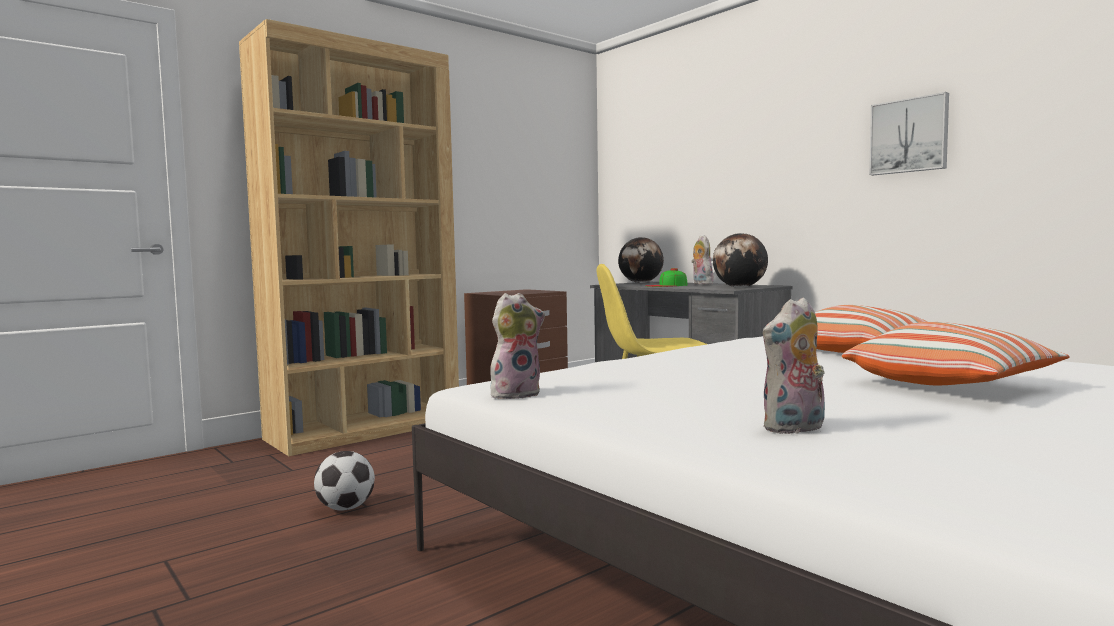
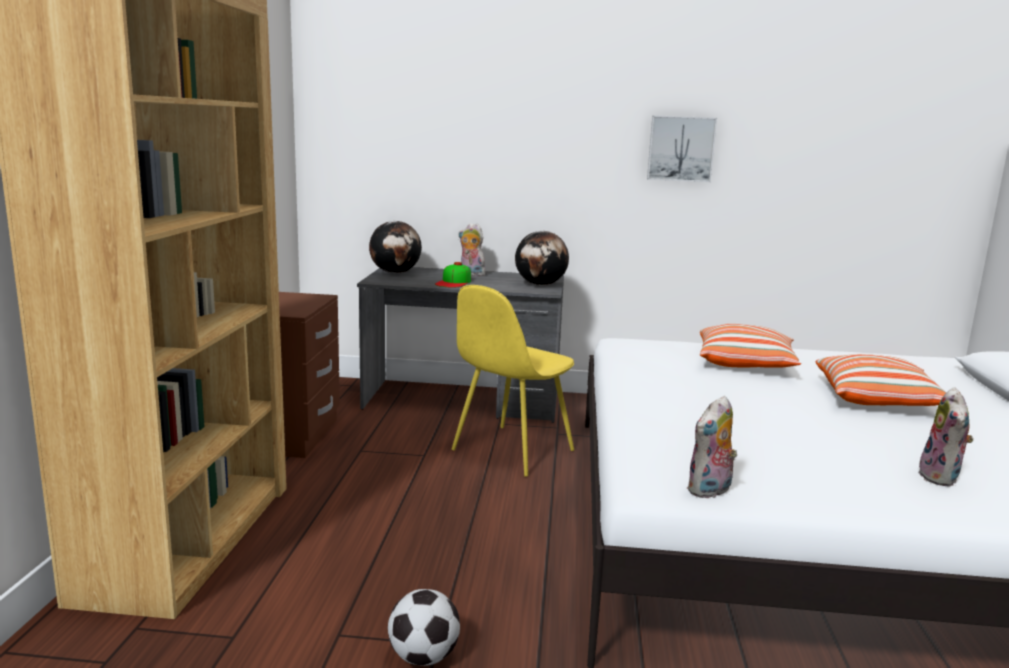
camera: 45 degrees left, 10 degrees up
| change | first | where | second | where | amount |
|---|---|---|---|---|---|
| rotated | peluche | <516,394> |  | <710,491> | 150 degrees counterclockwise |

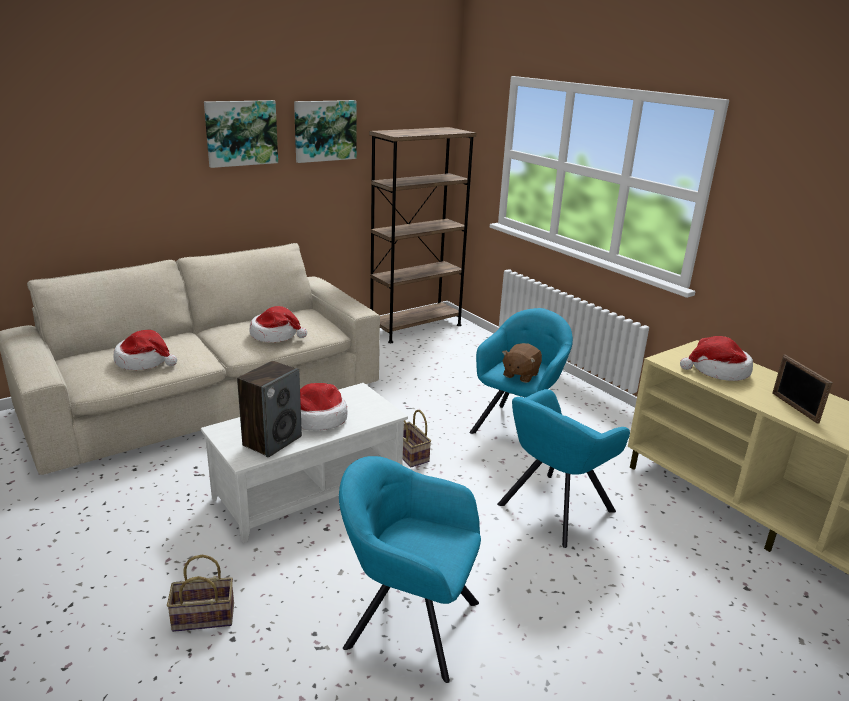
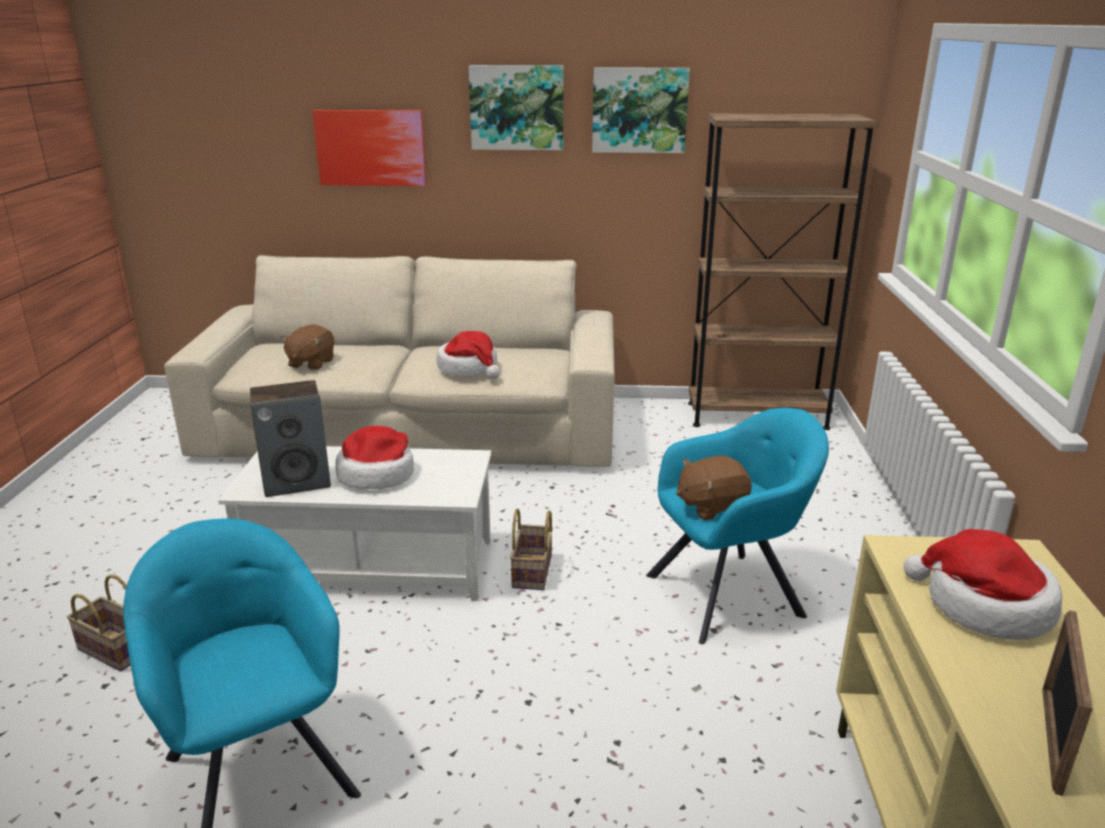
camera: 40 degrees right, 0 degrees up
| change | first | where | second | where | amount |
|---|---|---|---|---|---|
| swapped | sombrero | <144,361> | peluche [marrón] | <311,363> |  |
| gone | sillón [turquesa] | <553,510> |  |  |  |
| new |  |  | cuadro | <371,148> |  |

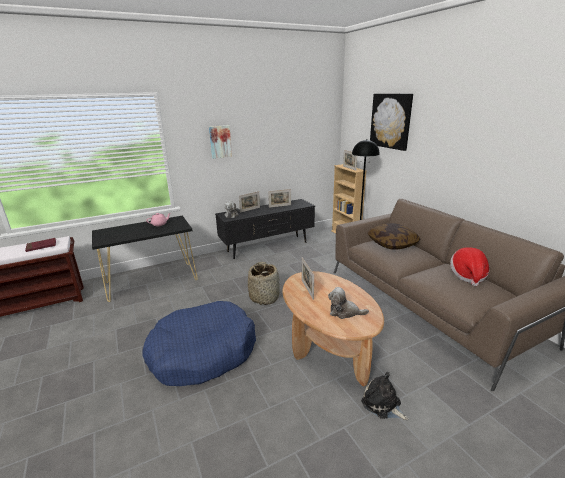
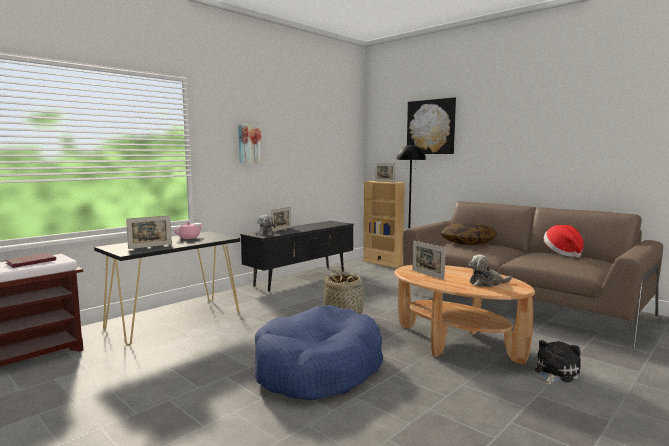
camera: 20 degrees left, 15 degrees down
| change | first | where | second | where | amount |
|---|---|---|---|---|---|
| shifted | portarretratos | <280,206> |  | <150,246> |  |
| rotated | peluche | <383,404> |  | <555,373> | 105 degrees clockwise |

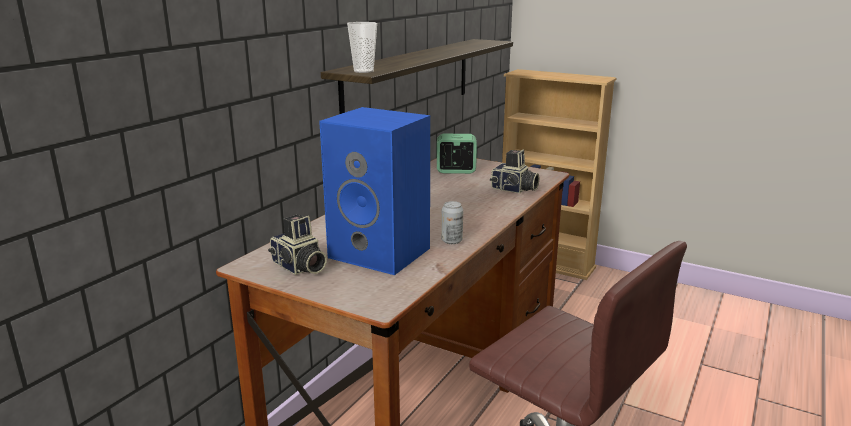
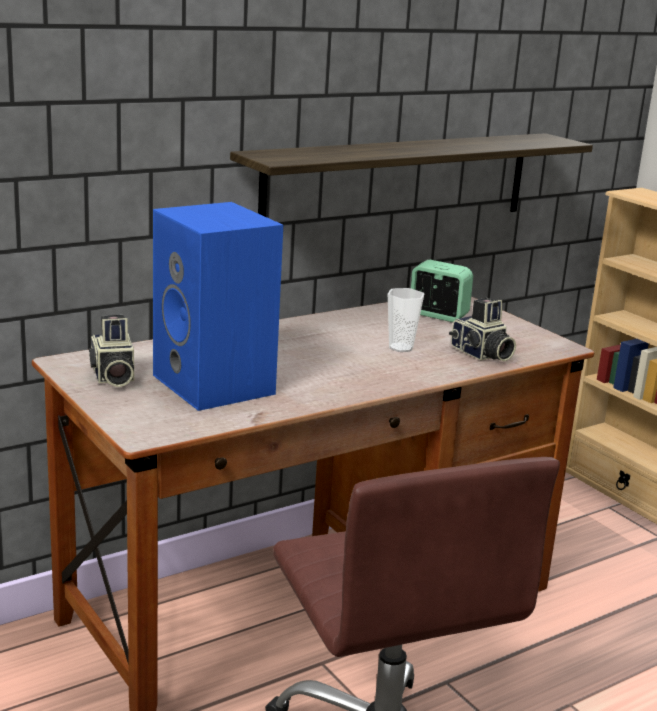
camera: 25 degrees right, 0 degrees up
| change | first | where | second | where | amount |
|---|---|---|---|---|---|
| shifted | taza | <363,71> |  | <401,348> |  |
| gone | lata | <451,241> |  |  |  |

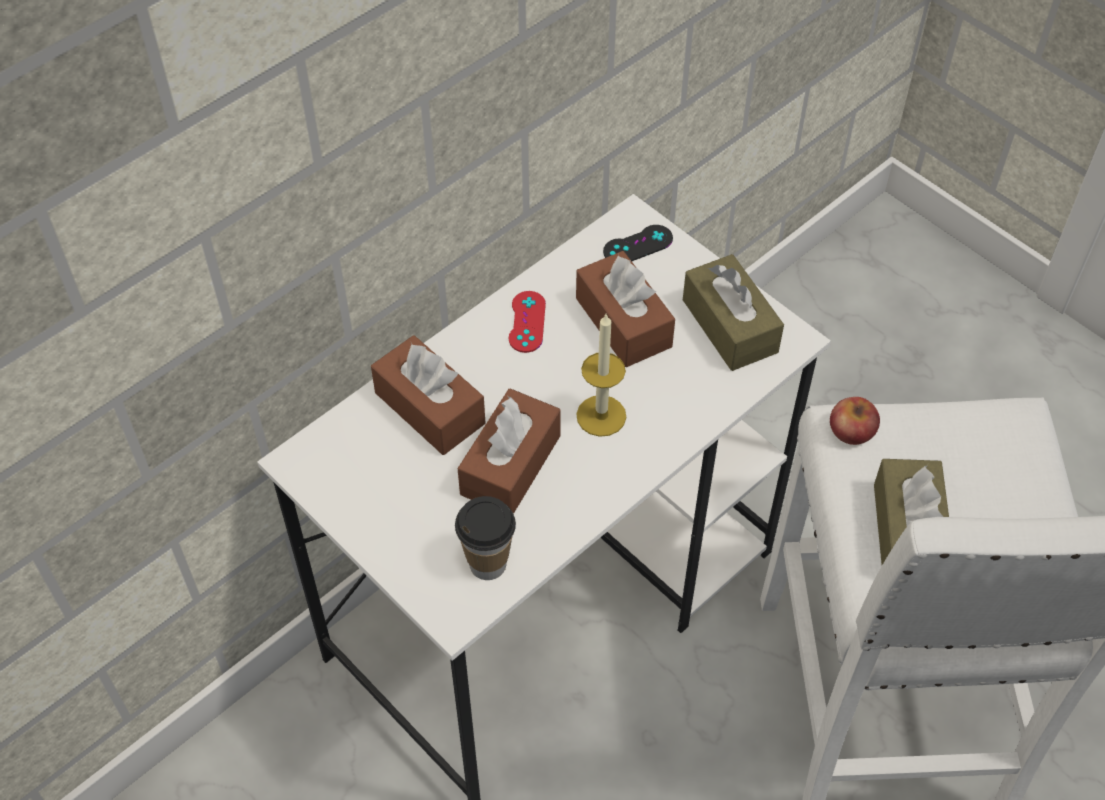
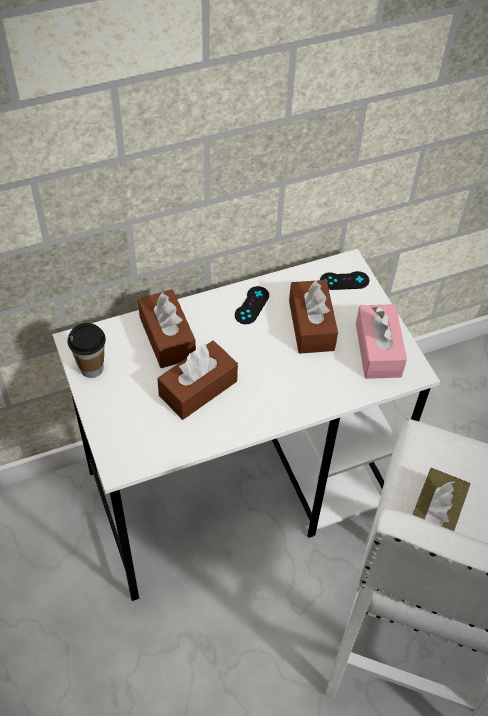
camera: 20 degrees right, 0 degrees up
| change | first | where | second | where | amount |
|---|---|---|---|---|---|
| shifted | taza | <488,563> |  | <92,368> |  |
| repainted | mando de consola [rojo] | <527,322> | mando de consola [negro] | <252,305> |  |
| gone | vela | <601,416> |  |  |  |
| repainted | caja de pañuelos [marrón] | <729,326> | caja de pañuelos [rosa] | <378,350> |  |
| gone | manzana | <851,430> |  |  |  |

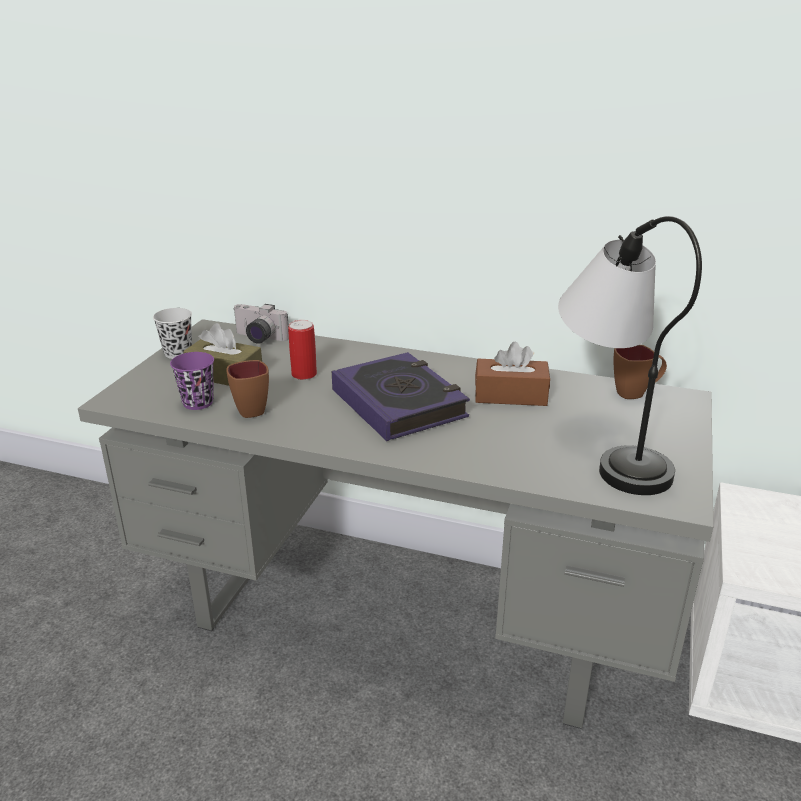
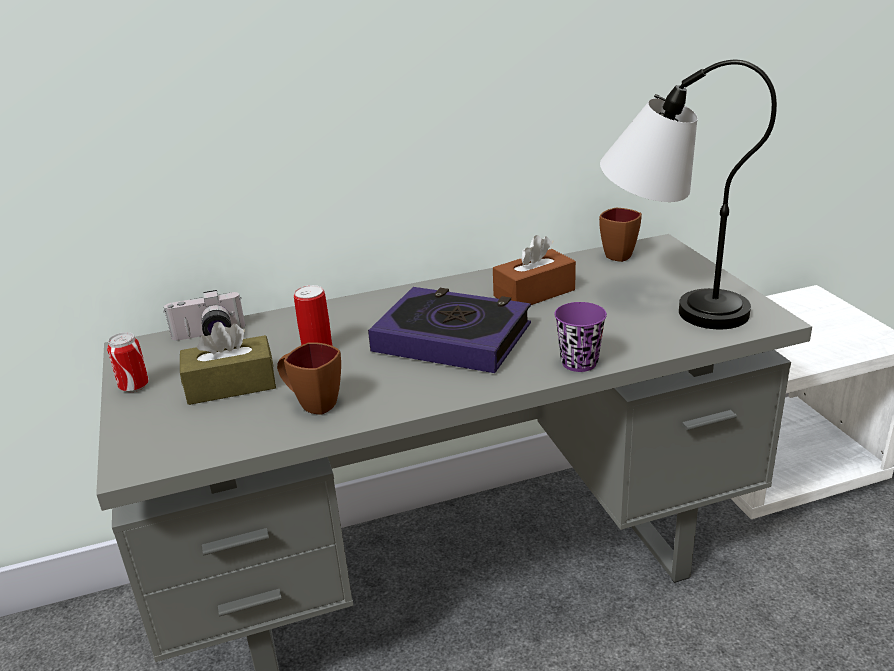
camera: 35 degrees left, 0 degrees up
| change | first | where | second | where | amount |
|---|---|---|---|---|---|
| swapped | taza [negro] | <178,353> | lata | <134,386> |  |
| shifted | taza [morado] | <198,403> |  | <579,363> |  |

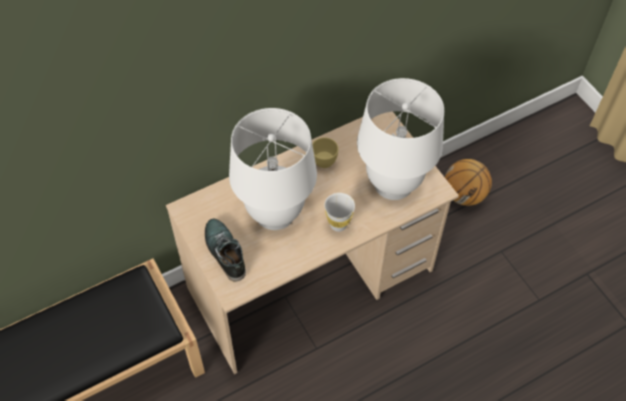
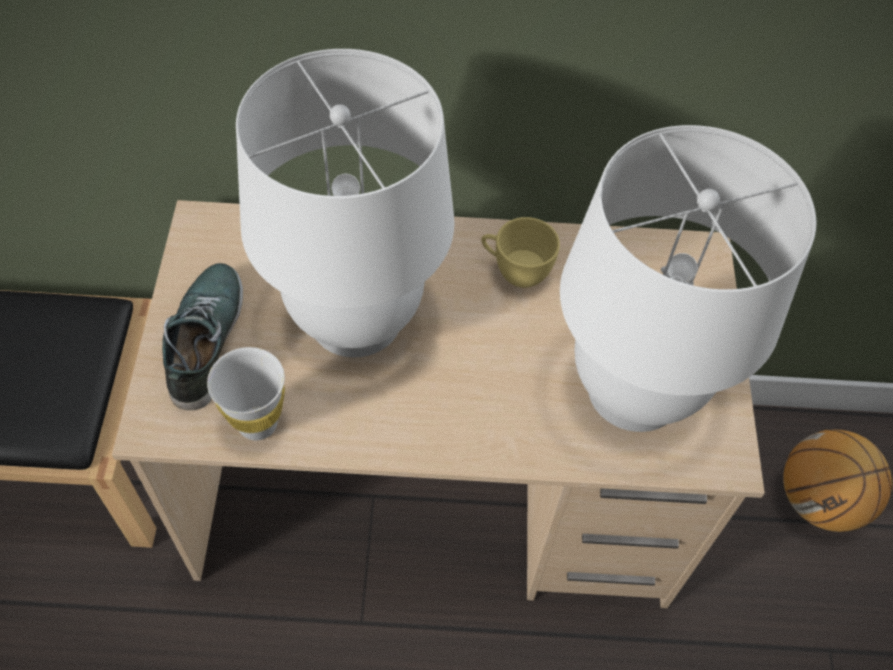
camera: 30 degrees right, 0 degrees up
| change | first | where | second | where | amount |
|---|---|---|---|---|---|
| shifted | taza [blanco] | <338,225> |  | <257,423> |  |

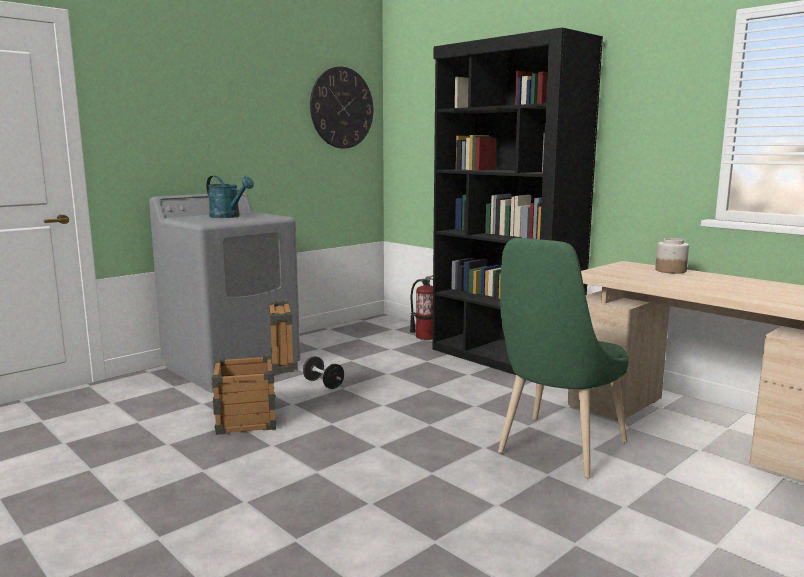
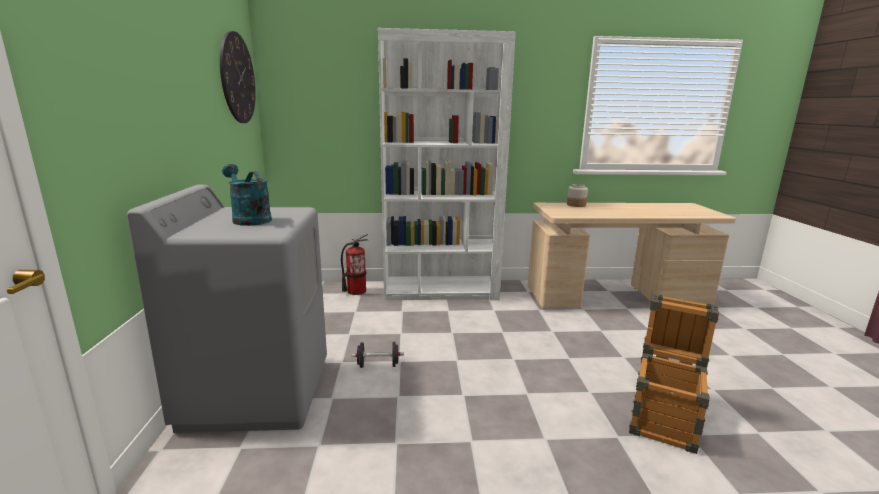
camera: 50 degrees left, 5 degrees up
| change | first | where | second | where | amount |
|---|---|---|---|---|---|
| rotated | regadera [turquesa] | <229,217> |  | <249,219> | 120 degrees counterclockwise |
| shifted | caja de embalaje | <257,419> |  | <664,419> |  |
| repainted | estantería [negro] | <503,359> | estantería [blanco] | <441,290> |  |
| gone | silla [verde] | <557,450> |  |  |  |

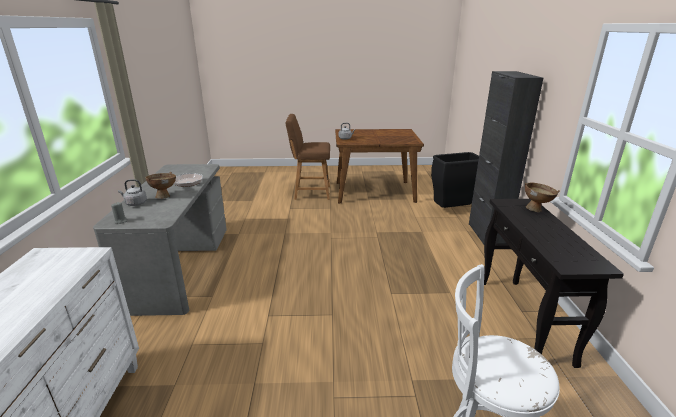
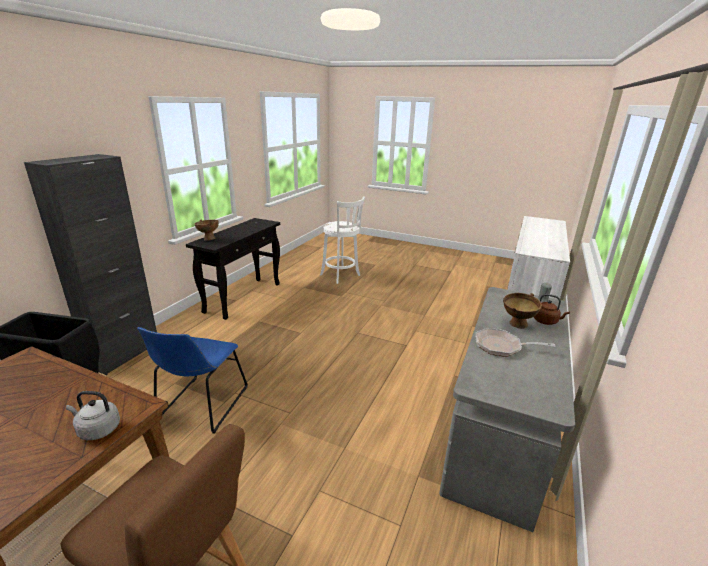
camera: 155 degrees left, 0 degrees up
| change | first | where | second | where | amount |
|---|---|---|---|---|---|
| repainted | hervidor [gris] | <135,203> | hervidor [marrón] | <546,321> |  |
| new |  |  | silla [azul] | <201,406> |  |

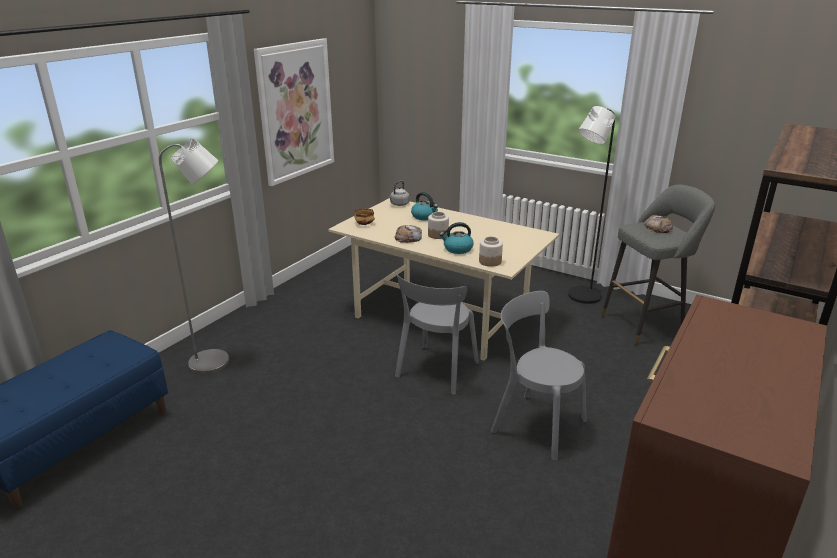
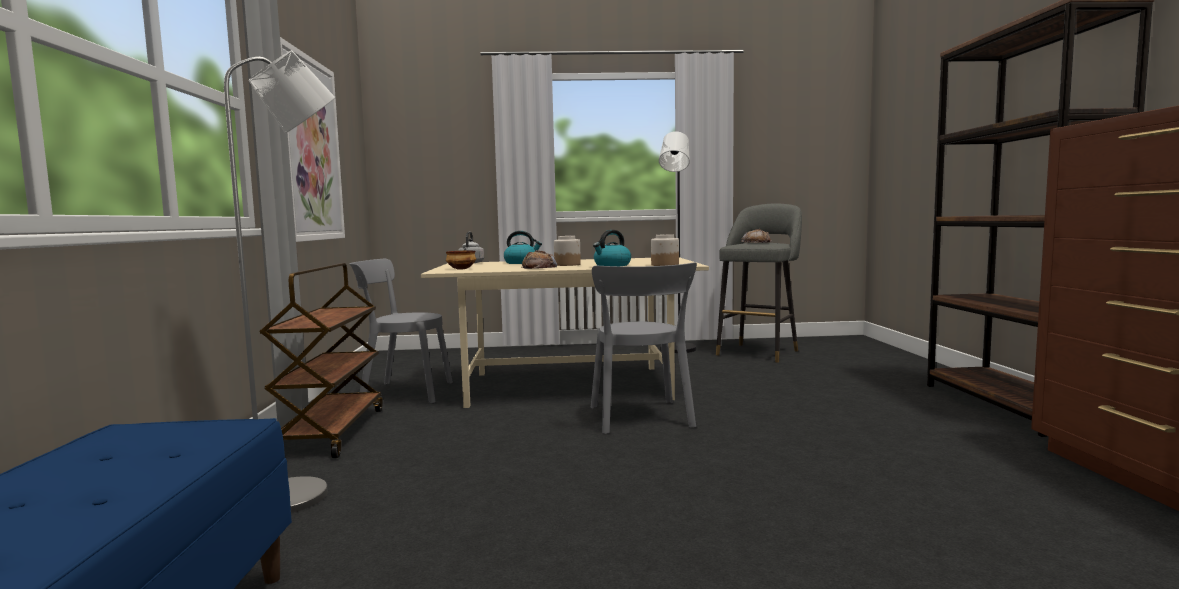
camera: 35 degrees left, 20 degrees down
| change | first | where | second | where | amount |
|---|---|---|---|---|---|
| shifted | silla [gris] | <534,423> |  | <402,393> |  |
| new |  |  | carrito [marrón] | <331,432> |  |

